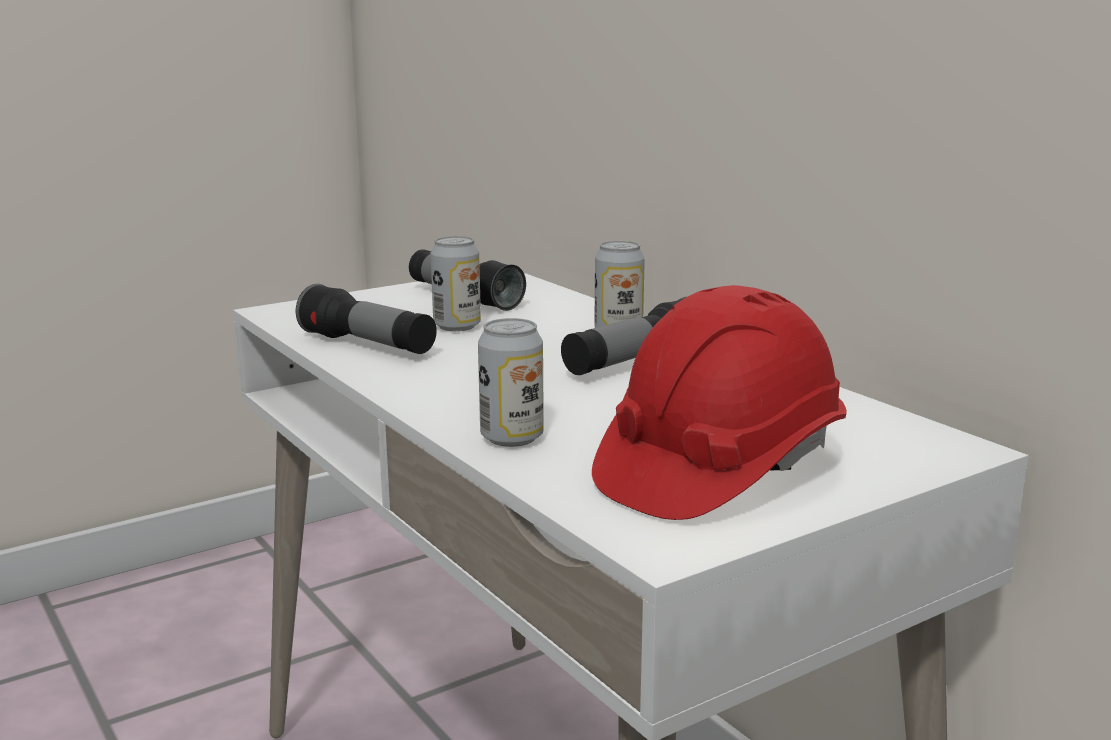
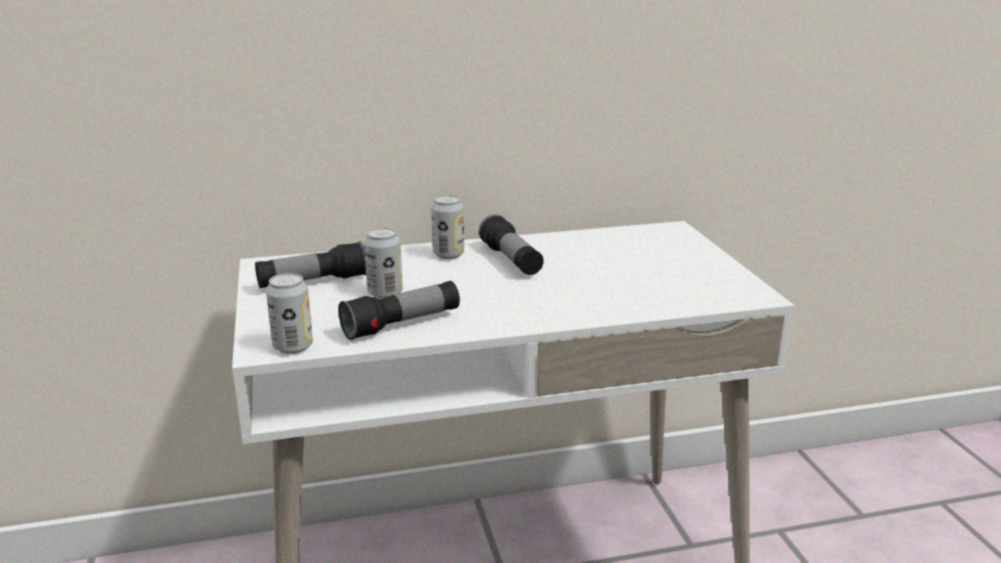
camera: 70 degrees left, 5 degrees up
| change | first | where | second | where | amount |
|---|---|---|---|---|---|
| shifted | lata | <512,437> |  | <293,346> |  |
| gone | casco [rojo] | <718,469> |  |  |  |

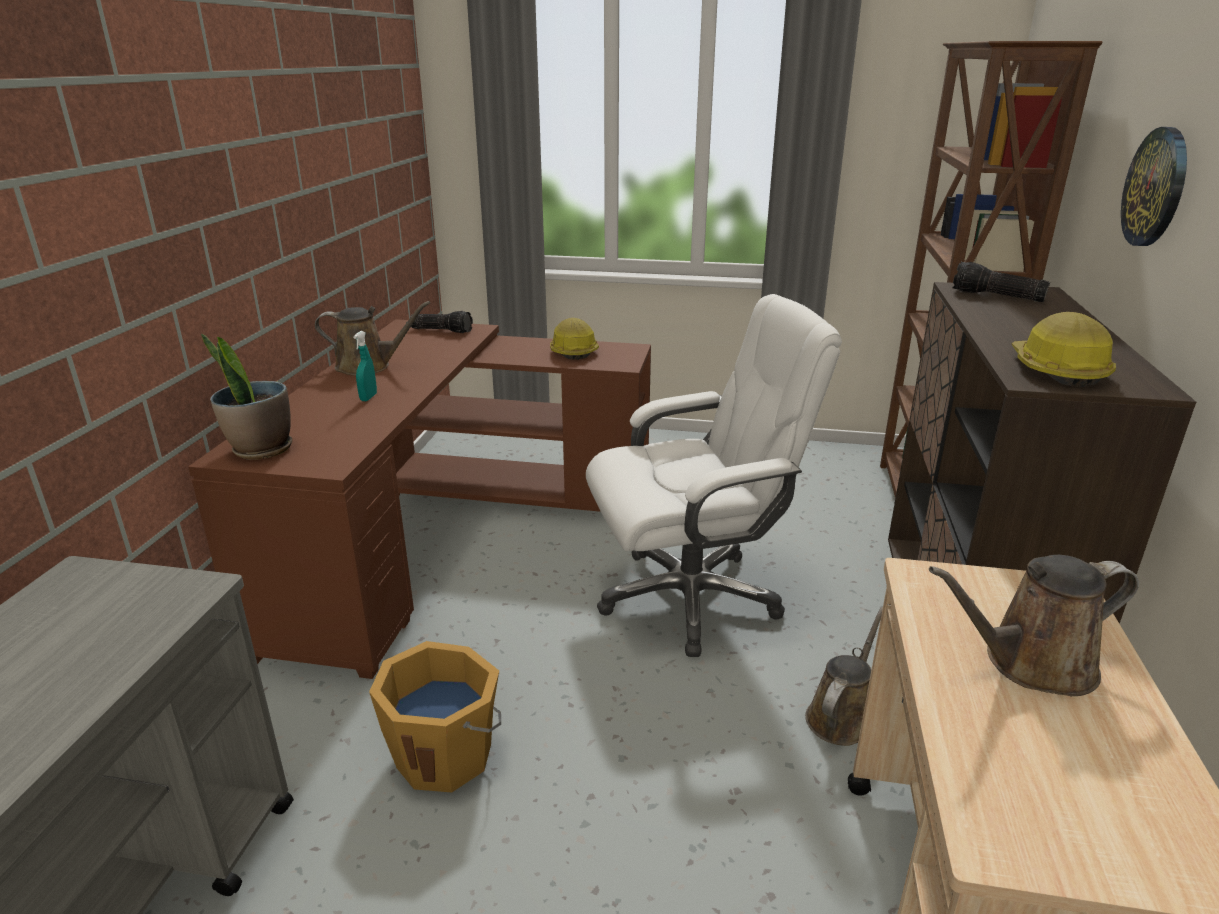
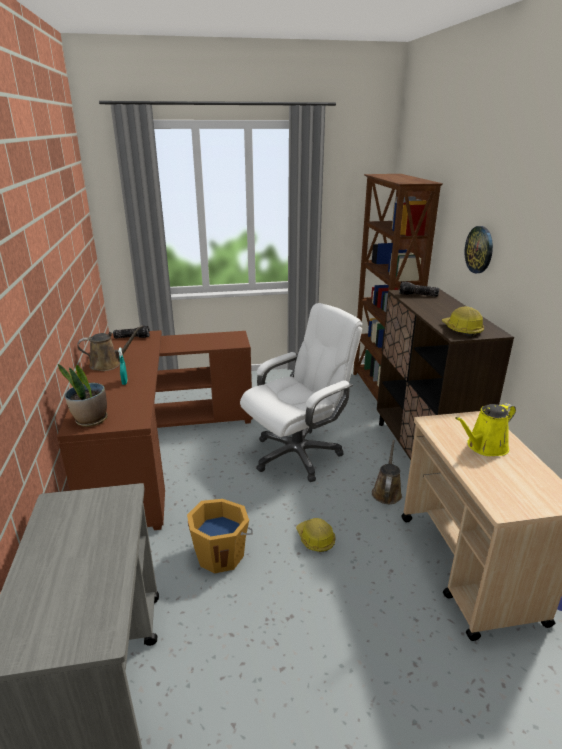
camera: 20 degrees left, 0 degrees up
| change | first | where | second | where | amount |
|---|---|---|---|---|---|
| shifted | casco | <572,351> |  | <315,539> |  |
| repainted | regadera [marrón] | <1030,664> | regadera [amarillo] | <484,447> |  |

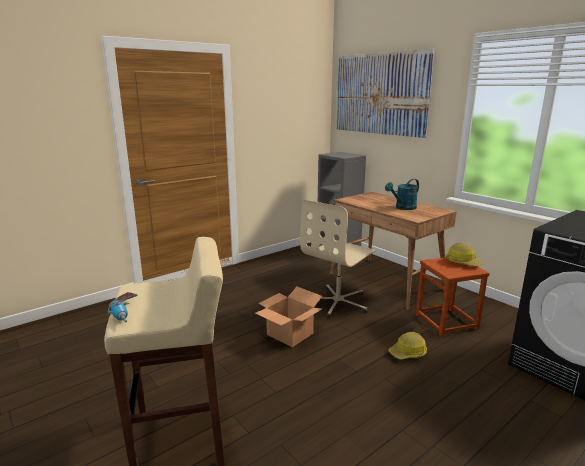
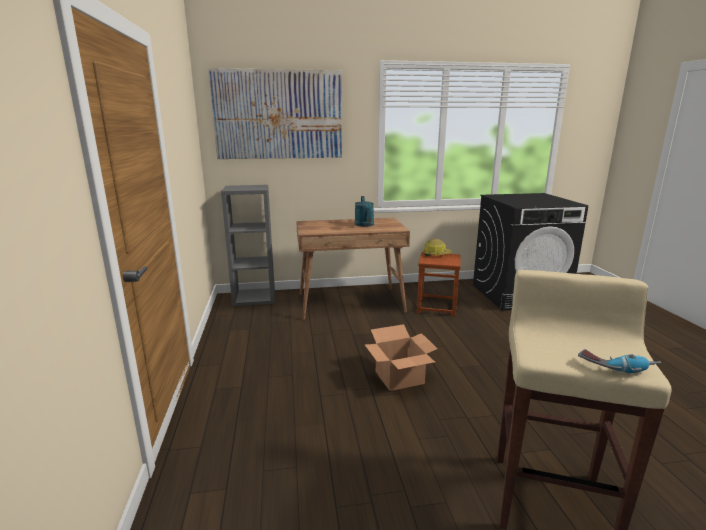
camera: 60 degrees left, 0 degrees up
| change | first | where | second | where | amount |
|---|---|---|---|---|---|
| gone | silla de oficina [beis] | <338,302> |  |  |  |
| gone | casco | <408,353> |  |  |  |

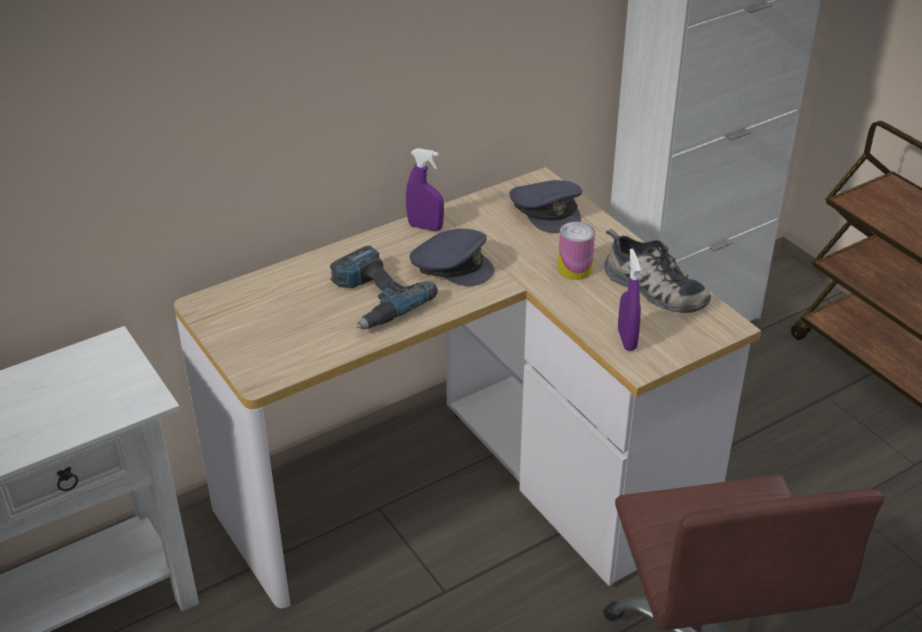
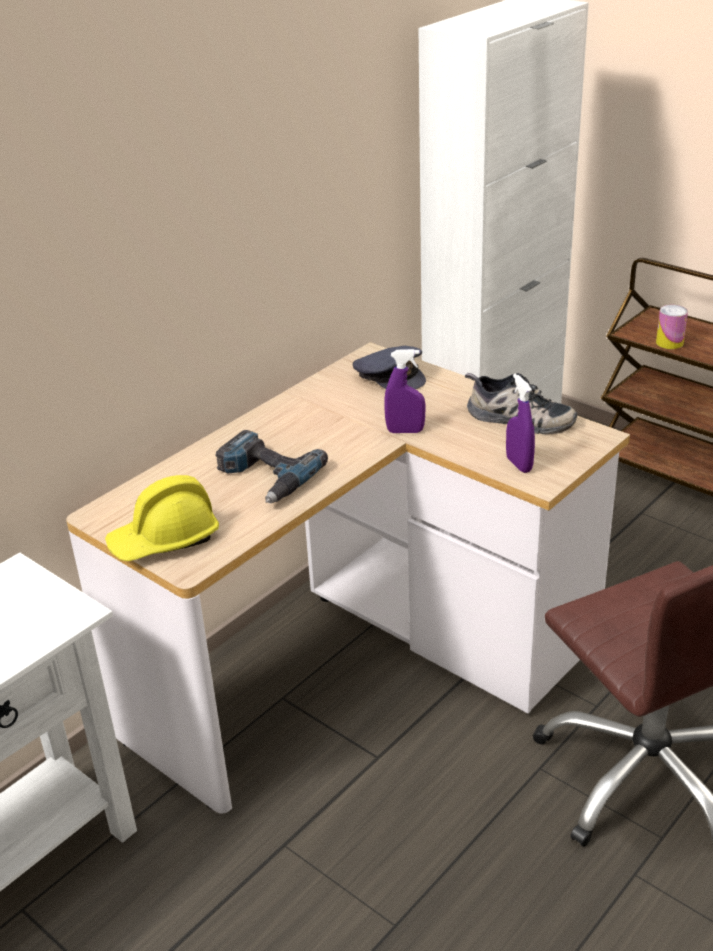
camera: 15 degrees left, 5 degrees down
| change | first | where | second | where | amount |
|---|---|---|---|---|---|
| shifted | pulverizador [morado] | <425,227> |  | <405,431> |  |
| gone | gorra [gris] | <452,266> |  |  |  |
| shifted | lata | <575,269> |  | <669,343> |  |
| new |  |  | casco [amarillo] | <165,540> |  |

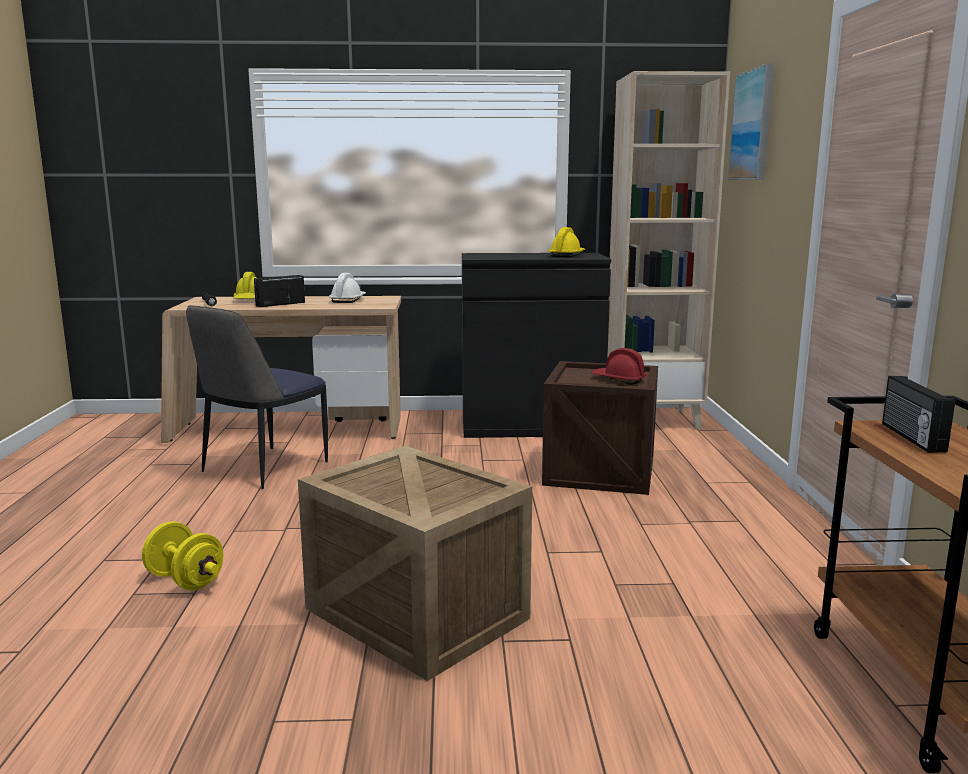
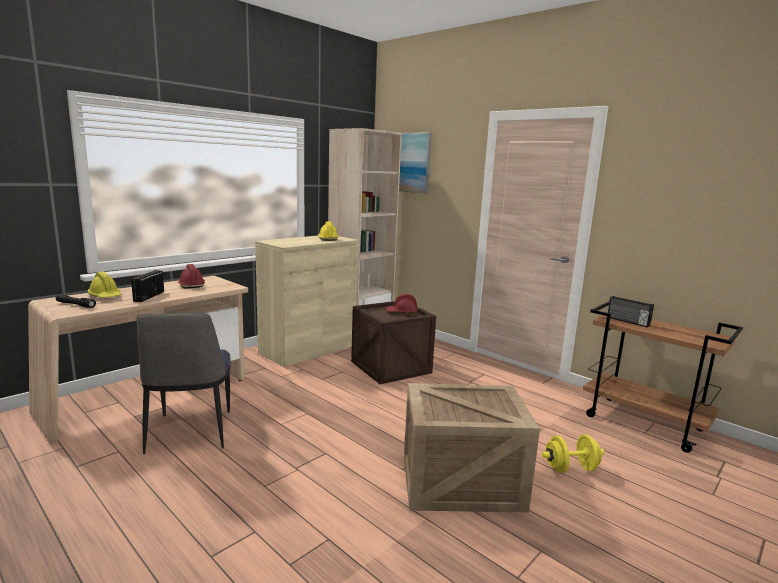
camera: 45 degrees left, 0 degrees up
| change | first | where | second | where | amount |
|---|---|---|---|---|---|
| shifted | mancuerna [amarillo] | <185,580> |  | <570,468> |  |
| repainted | casco [blanco] | <348,300> | casco [rojo] | <191,285> |  |
| repainted | armario [negro] | <531,426> | armario [beis] | <308,349> |  |

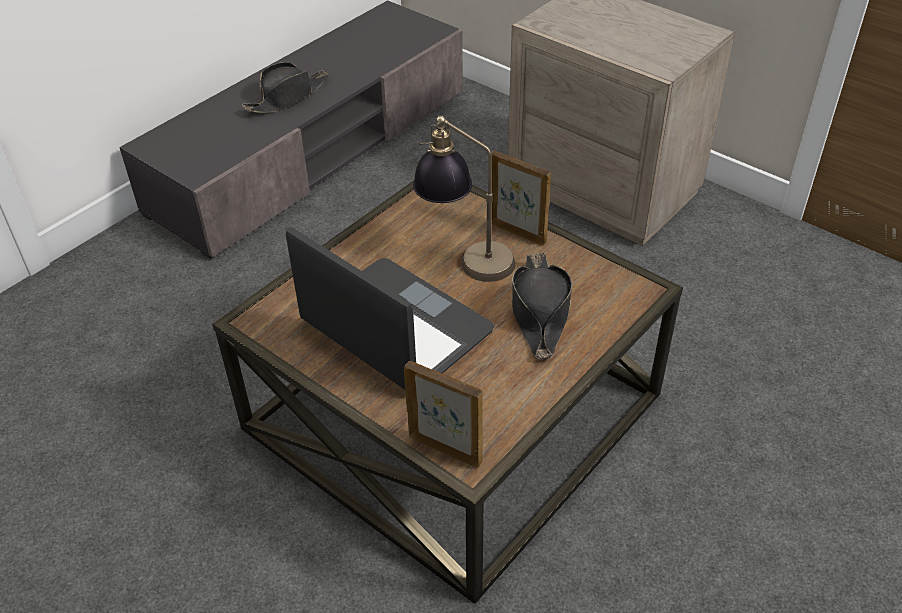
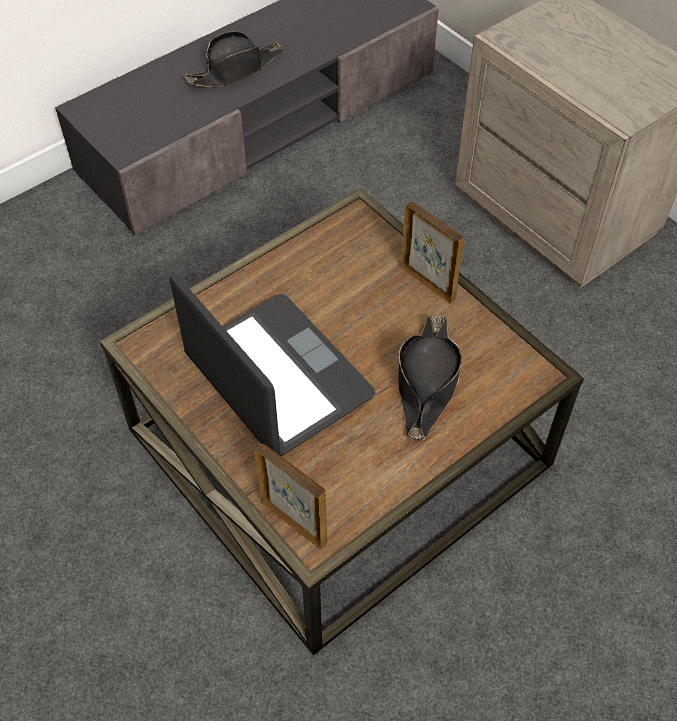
camera: 10 degrees right, 10 degrees up
| change | first | where | second | where | amount |
|---|---|---|---|---|---|
| gone | lámpara de mesa | <465,257> |  |  |  |

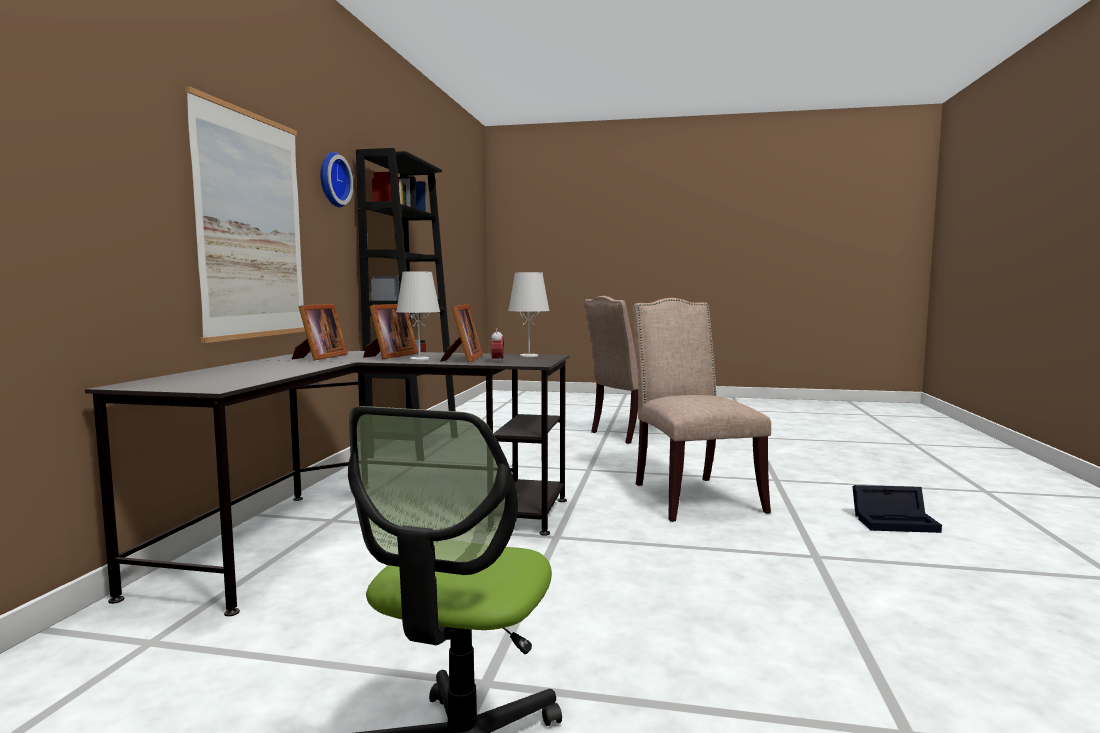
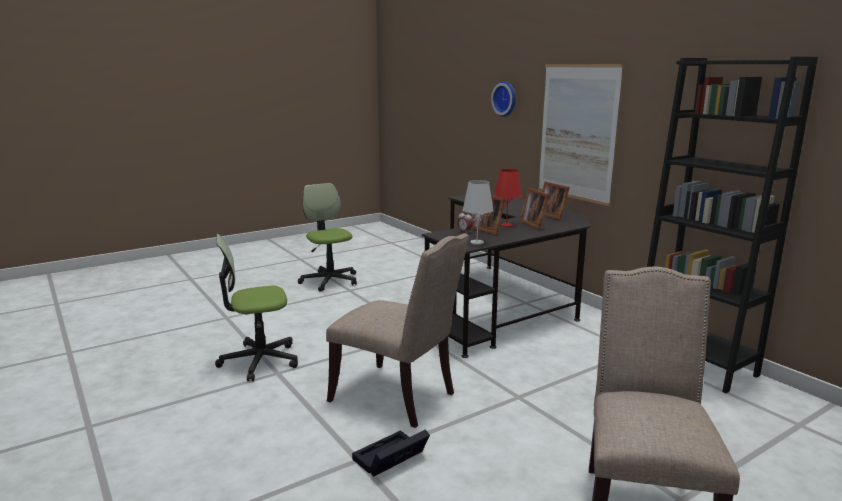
camera: 135 degrees right, 10 degrees up
| change | first | where | second | where | amount |
|---|---|---|---|---|---|
| shifted | reloj de pared | <332,180> |  | <506,99> |  |
| repainted | lámpara de mesa [blanco] | <419,359> | lámpara de mesa [rojo] | <506,225> |  |
| shifted | caja de almacenaje [negro] | <896,522> |  | <389,459> |  |
| new |  |  | silla de oficina | <259,360> |  |

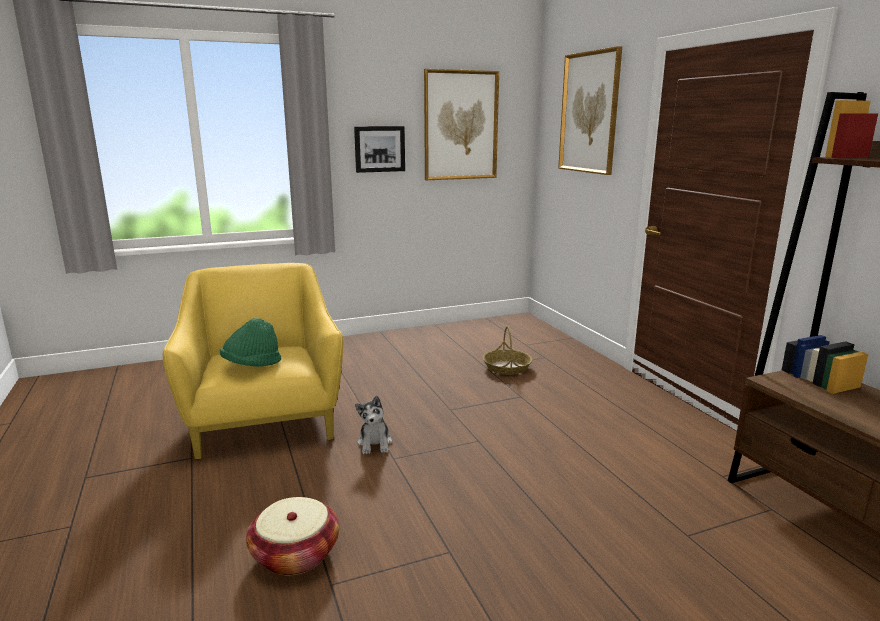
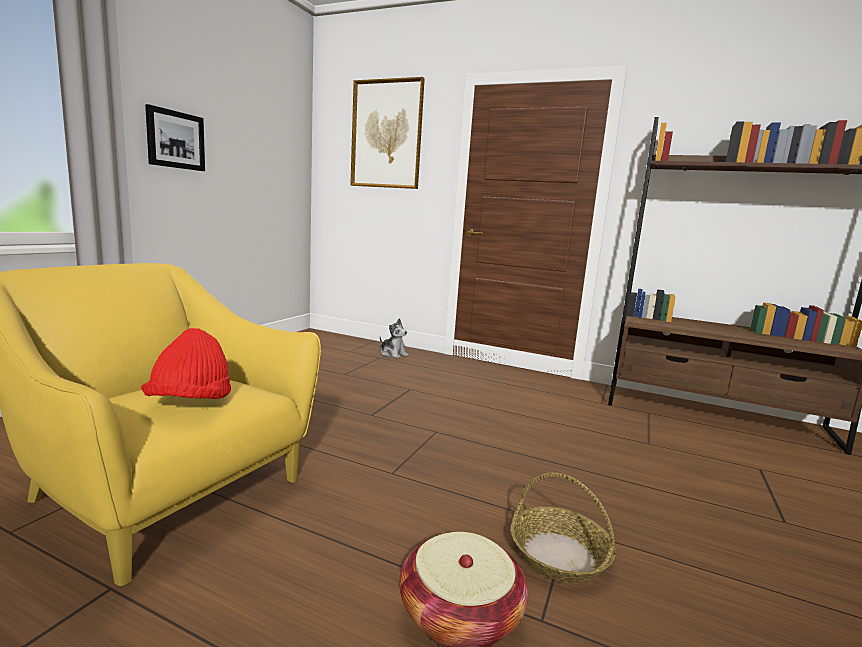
camera: 45 degrees left, 5 degrees down
| change | first | where | second | where | amount |
|---|---|---|---|---|---|
| repainted | sombrero [verde] | <252,365> | sombrero [rojo] | <191,402> |  |
| shifted | peluche | <375,443> |  | <393,354> |  |
| gone | cuadro | <460,125> |  |  |  |
| shifted | cesta | <506,367> |  | <558,555> |  |

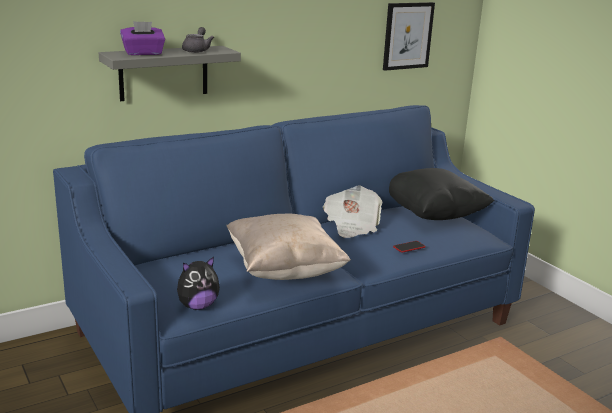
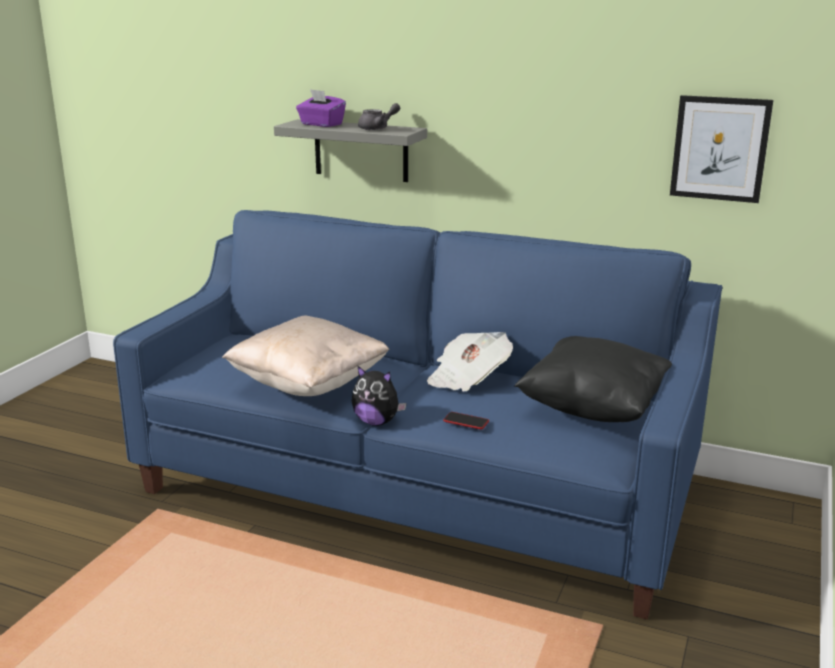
camera: 55 degrees right, 0 degrees up
| change | first | where | second | where | amount |
|---|---|---|---|---|---|
| shifted | peluche | <197,306> |  | <377,422> |  |

